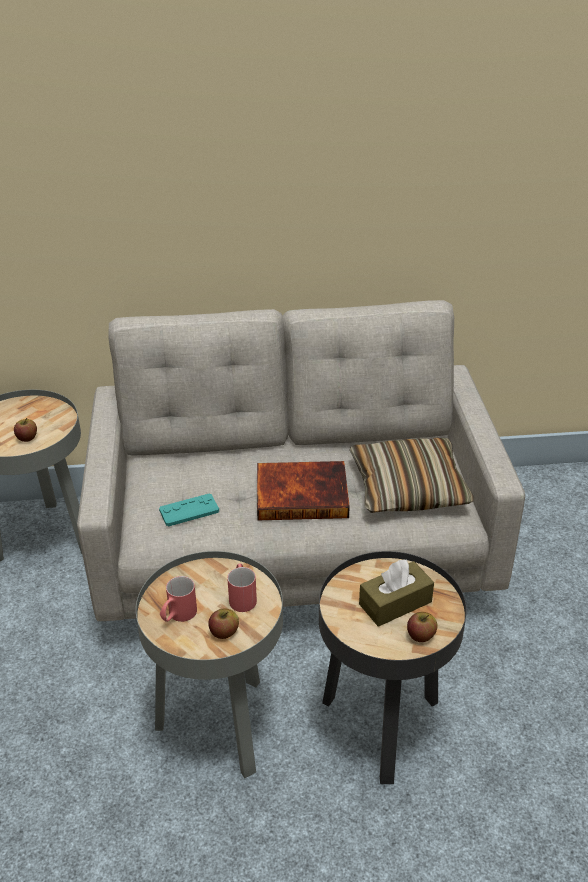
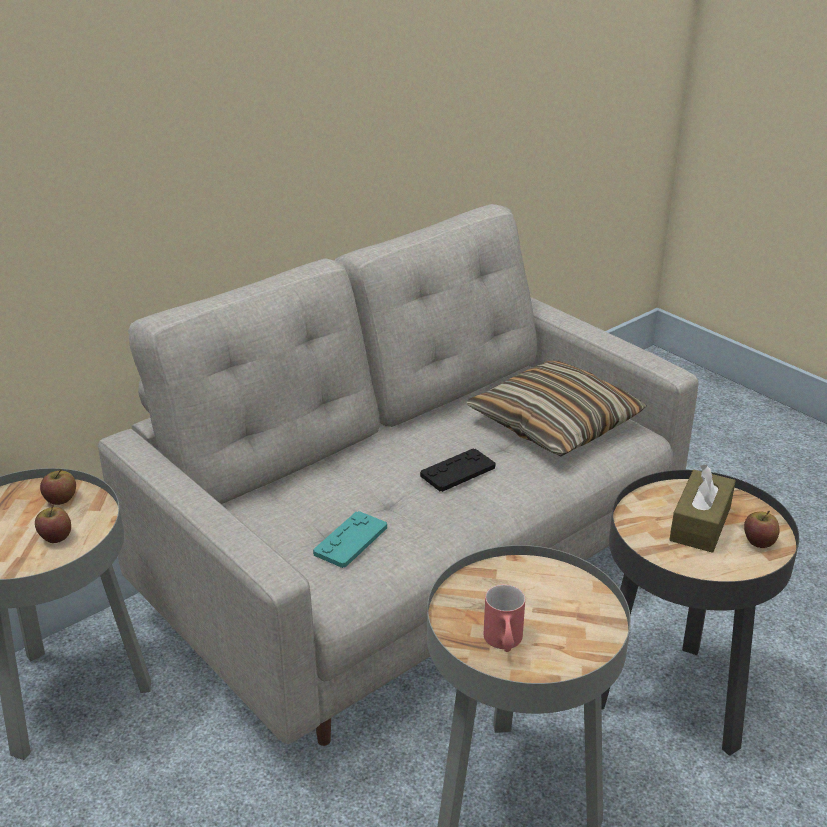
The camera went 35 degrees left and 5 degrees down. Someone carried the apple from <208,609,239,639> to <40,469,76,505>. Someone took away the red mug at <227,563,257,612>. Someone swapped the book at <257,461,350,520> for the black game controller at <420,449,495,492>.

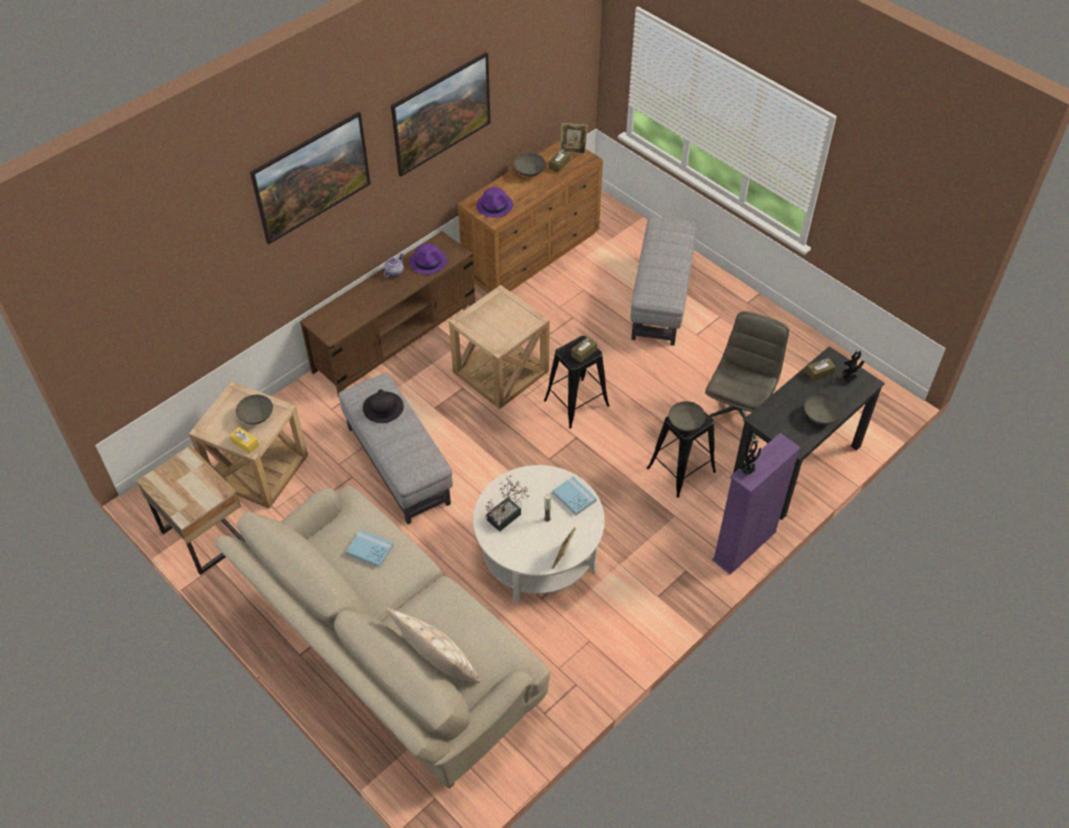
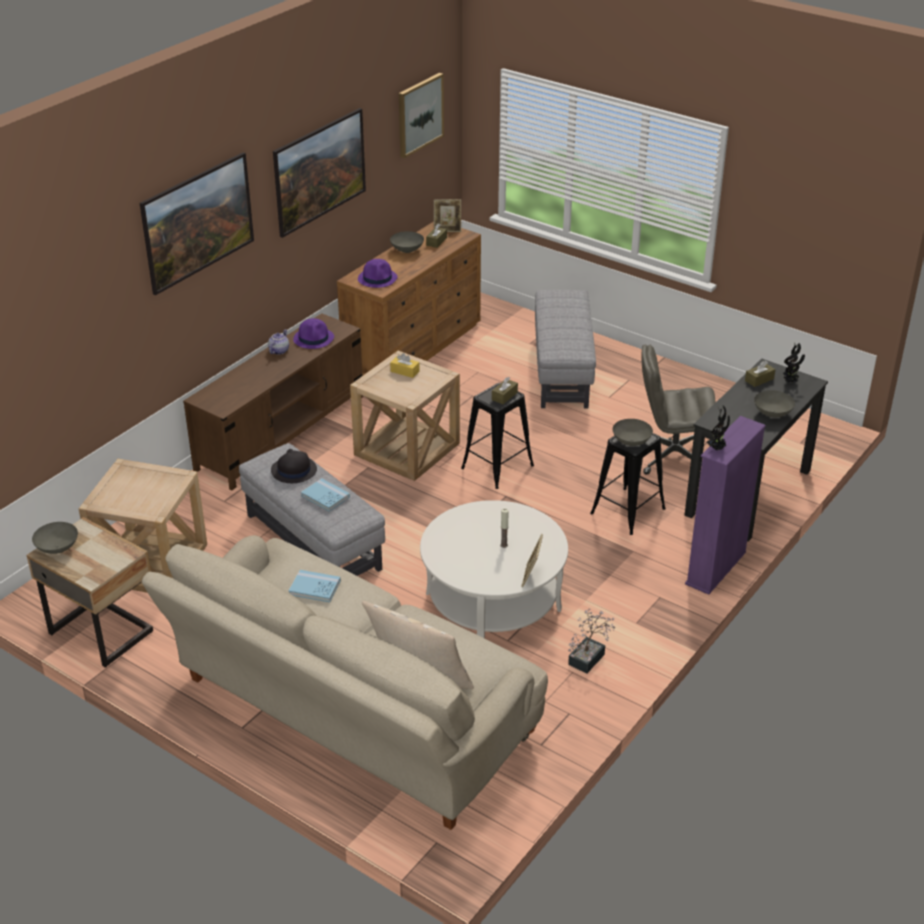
The camera went 10 degrees left and 15 degrees down. Someone carried the yellow tissue box from <229,427,259,454> to <390,353,420,378>. Someone carried the grey bowl from <236,395,273,425> to <32,522,78,554>. Someone carried the potted plant from <484,475,529,532> to <568,608,616,674>. Someone carried the blue book from <552,476,597,515> to <301,478,350,512>. Someone rotated the grey office chair at <705,311,789,444> by 105 degrees counterclockwise. Someone put up the picture at <399,73,444,158>.

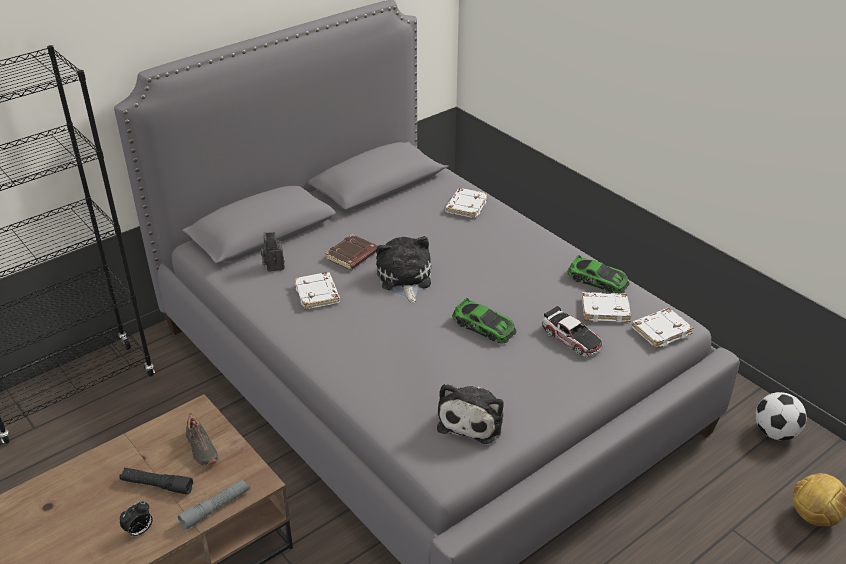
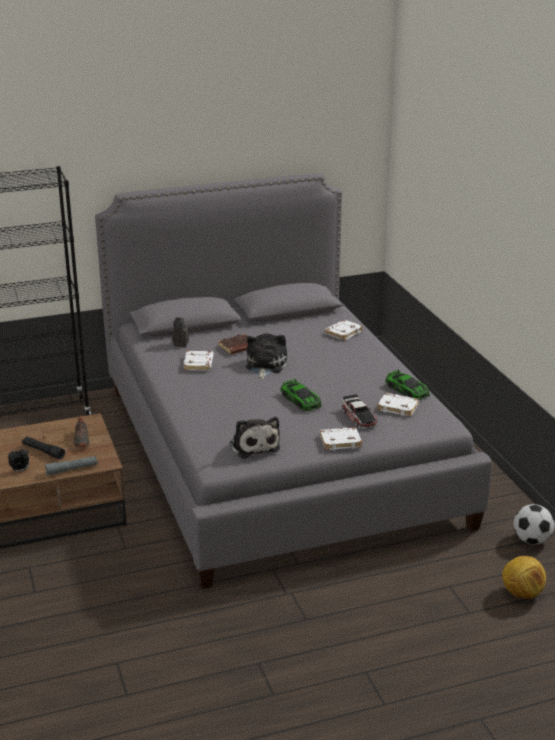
The camera went 20 degrees right and 10 degrees down. Someone rotated the plush toy at <437,384,504,444> by 60 degrees counterclockwise. Someone carried the white book from <632,308,693,348> to <320,427,362,450>.

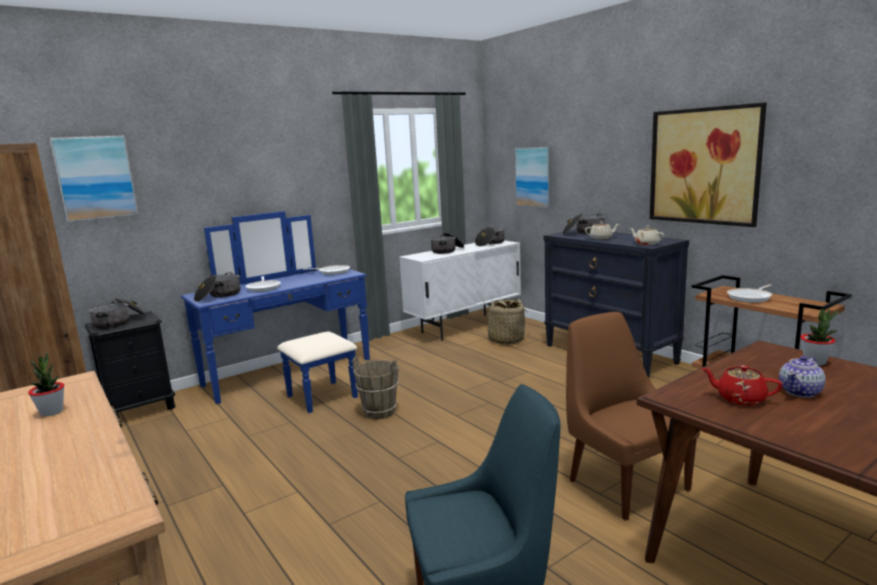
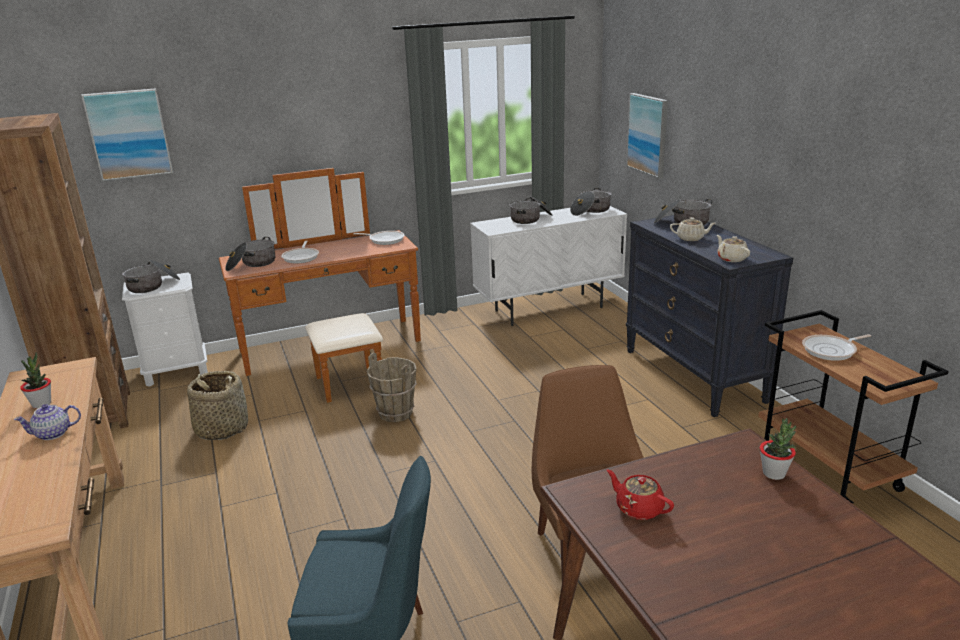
The camera went 15 degrees right and 10 degrees up. Someone repainted the black nightstand at <85,311,175,418>, which became the white nightstand at <122,272,208,387>. Someone repainted the blue dresser at <181,211,370,413>, which became the brown dresser at <219,168,421,403>. Someone carried the basket from <480,299,529,344> to <187,371,248,440>. Someone took away the picture at <650,103,767,227>. Someone carried the teapot from <779,356,825,398> to <14,404,81,440>.

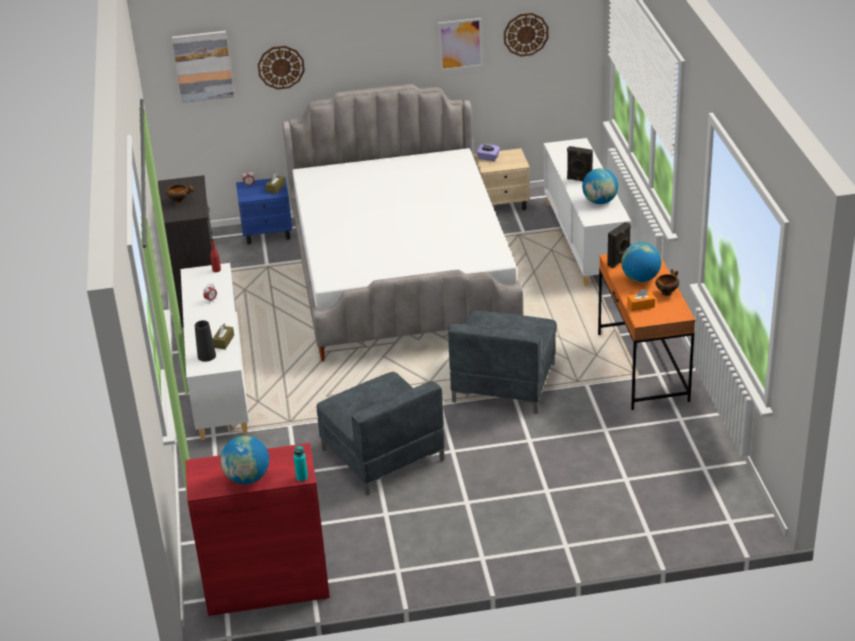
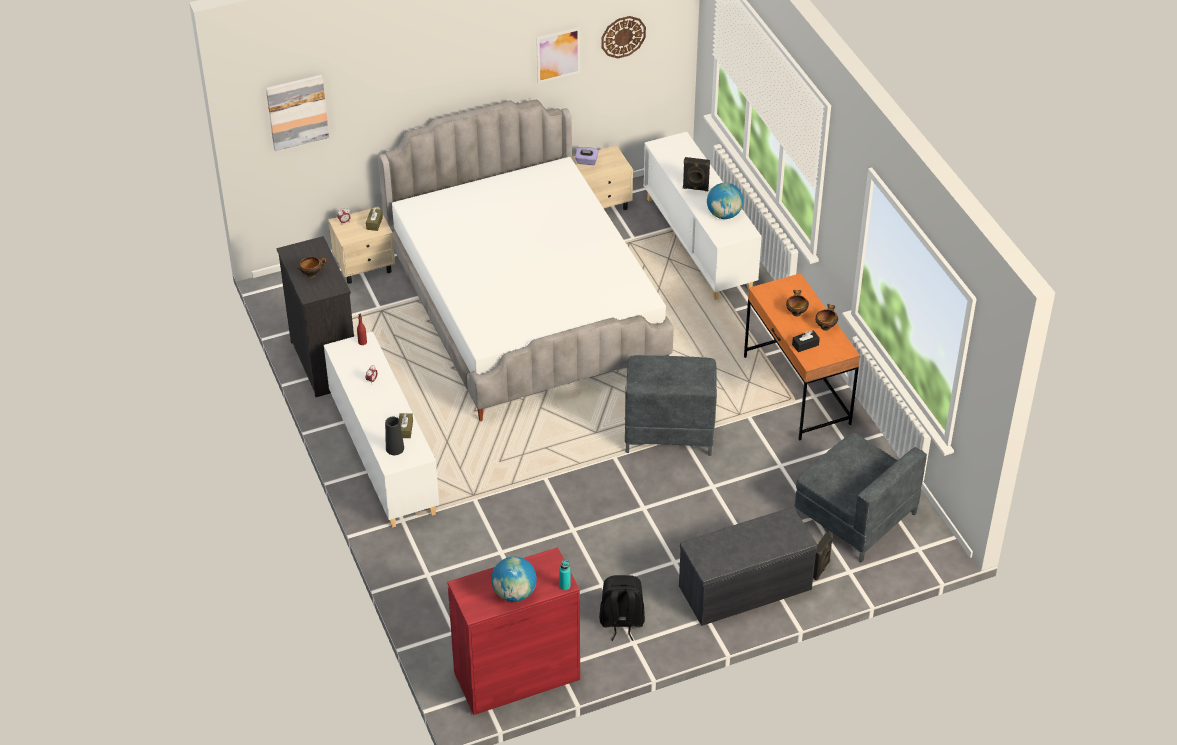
The camera went 15 degrees left and 10 degrees up. Someone repainted the blue nightstand at <236,177,292,245>, which became the beige nightstand at <328,207,395,284>. Someone took away the wall clock at <258,46,305,90>. Someone carried the grey armchair from <317,372,445,495> to <794,433,927,563>. Someone carried the black speaker from <607,222,631,268> to <813,532,833,580>. Someone swapped the globe at <621,242,661,282> for the bowl at <786,290,809,317>. Someone repainted the orange tissue box at <627,289,655,311>, which became the black tissue box at <792,330,820,352>. Someone put down the black backpack at <599,575,645,641>. Someone put down the grey bench at <679,507,817,626>.

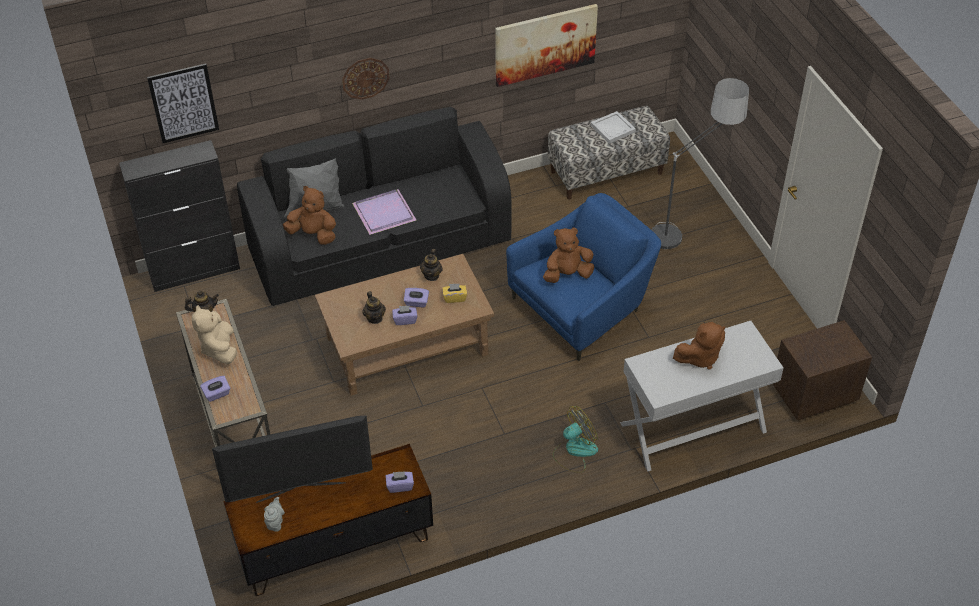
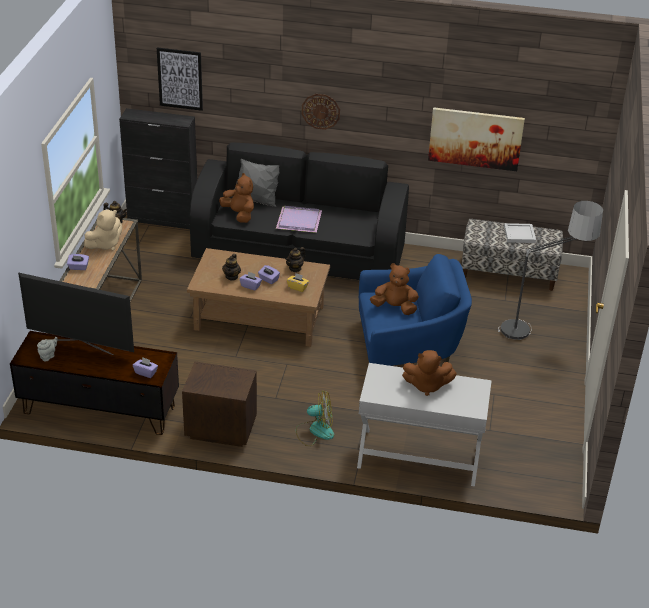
The camera went 30 degrees right and 10 degrees down. Someone rotated the beige plush toy at <192,305,237,364> by 150 degrees counterclockwise. Someone carried the brown nightstand from <773,320,872,420> to <182,362,257,447>.

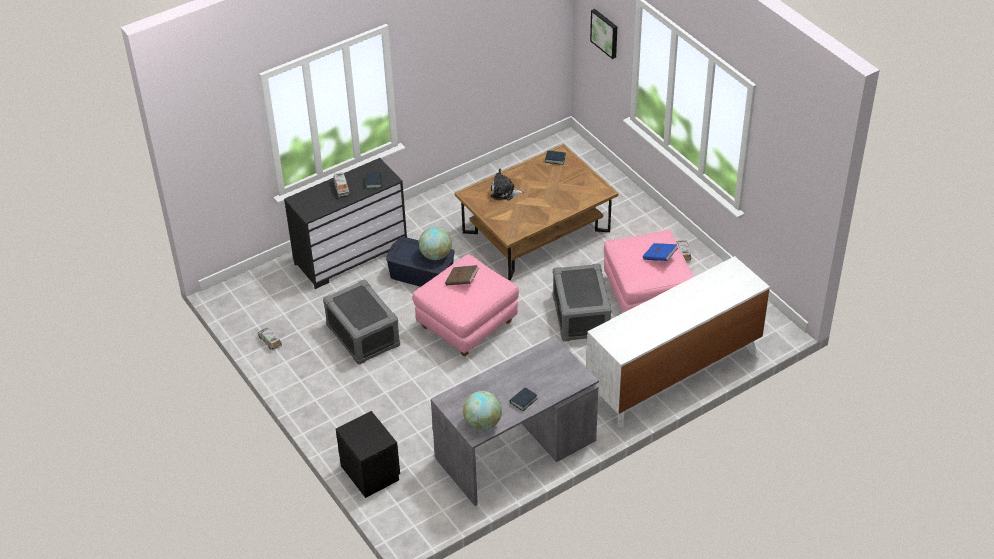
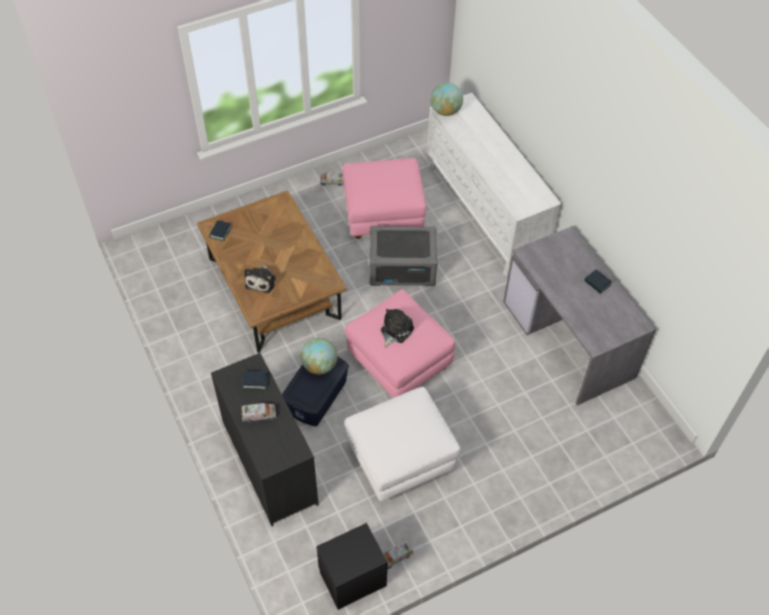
The camera went 85 degrees left and 10 degrees up. Someone swapped the grey storage box at <323,280,400,365> for the white ottoman at <345,387,461,502>. Someone carried the black nightstand from <336,411,400,498> to <316,523,388,610>. Someone swapped the brown book at <445,265,479,285> for the plush toy at <381,309,414,348>. Someone carried the globe from <463,391,502,430> to <430,82,463,116>. Someone took away the picture at <590,9,617,59>. Someone took away the blue book at <643,243,678,261>.

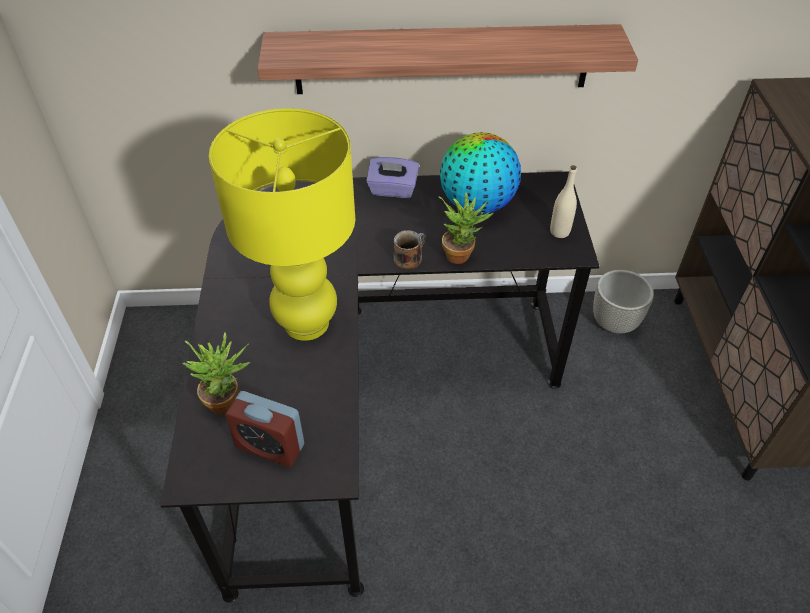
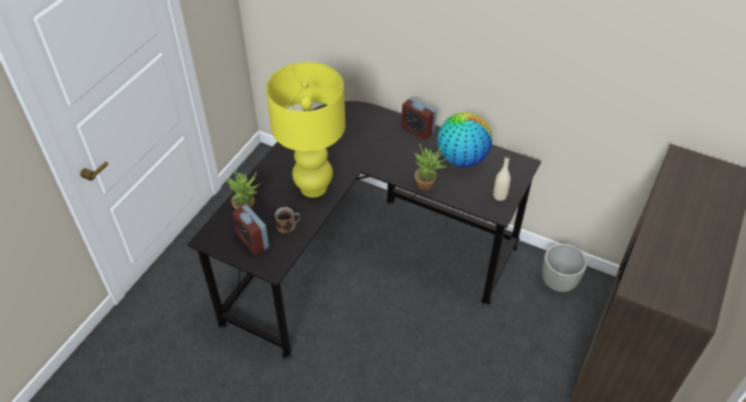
The camera went 30 degrees right and 0 degrees up. Someone took away the shelf at <257,24,638,94>. Someone swapped the purple tissue box at <366,157,419,198> for the alarm clock at <402,97,437,139>. Someone carried the mug from <394,230,426,269> to <275,207,301,234>.

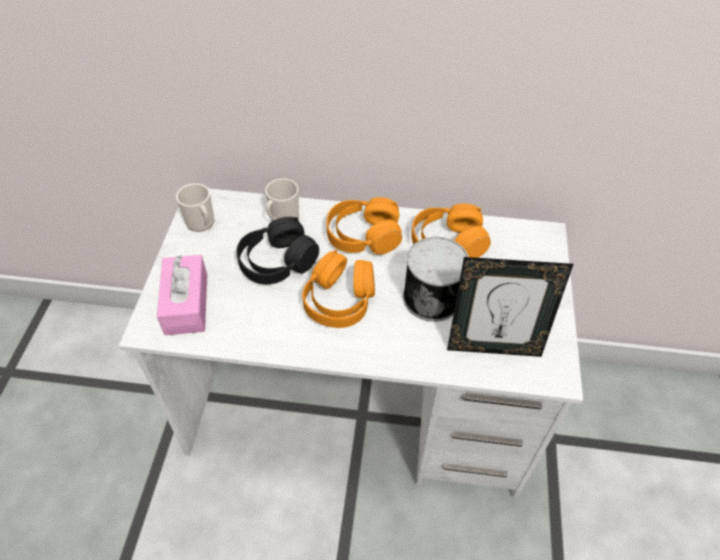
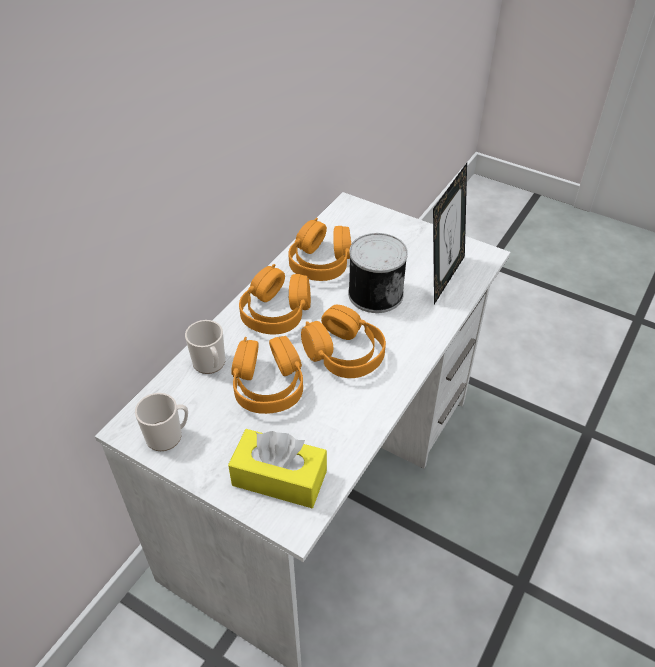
The camera went 65 degrees left and 5 degrees down. Someone repainted the pink tissue box at <157,255,207,335>, which became the yellow tissue box at <228,429,327,508>. Someone repainted the black headphones at <236,217,319,284>, which became the orange headphones at <231,336,303,414>.

